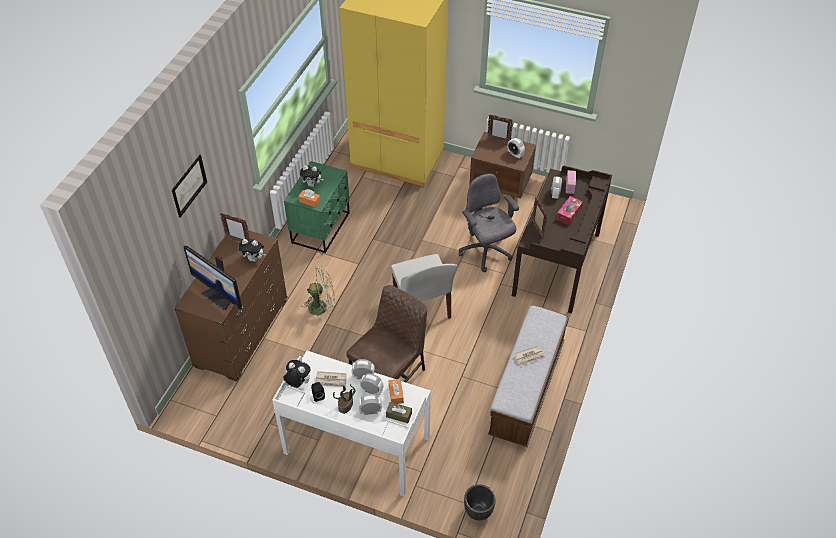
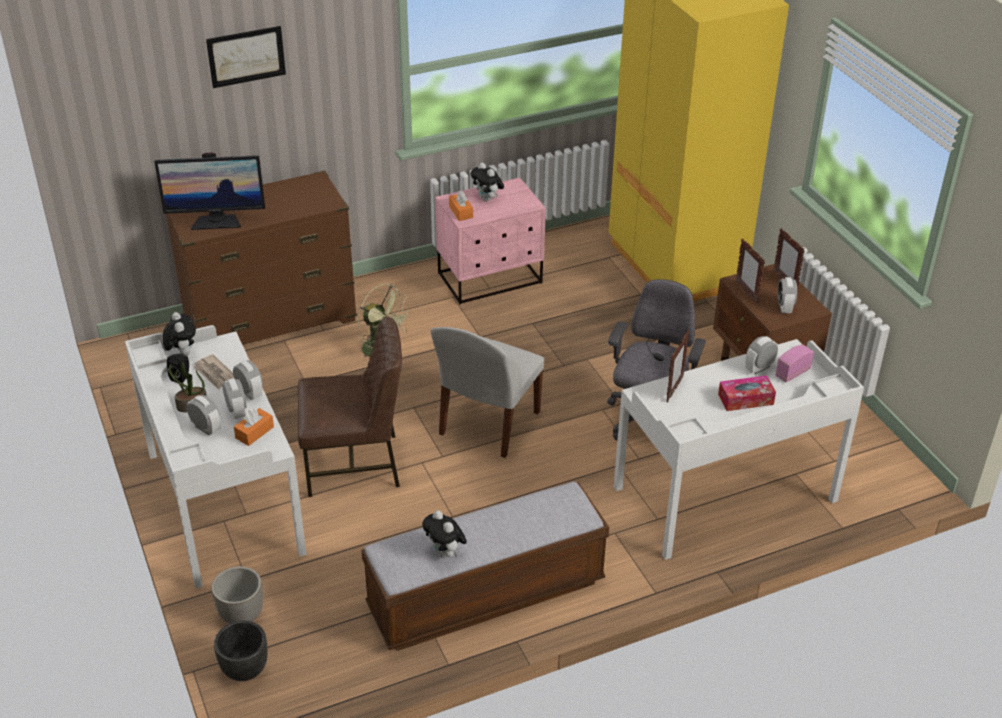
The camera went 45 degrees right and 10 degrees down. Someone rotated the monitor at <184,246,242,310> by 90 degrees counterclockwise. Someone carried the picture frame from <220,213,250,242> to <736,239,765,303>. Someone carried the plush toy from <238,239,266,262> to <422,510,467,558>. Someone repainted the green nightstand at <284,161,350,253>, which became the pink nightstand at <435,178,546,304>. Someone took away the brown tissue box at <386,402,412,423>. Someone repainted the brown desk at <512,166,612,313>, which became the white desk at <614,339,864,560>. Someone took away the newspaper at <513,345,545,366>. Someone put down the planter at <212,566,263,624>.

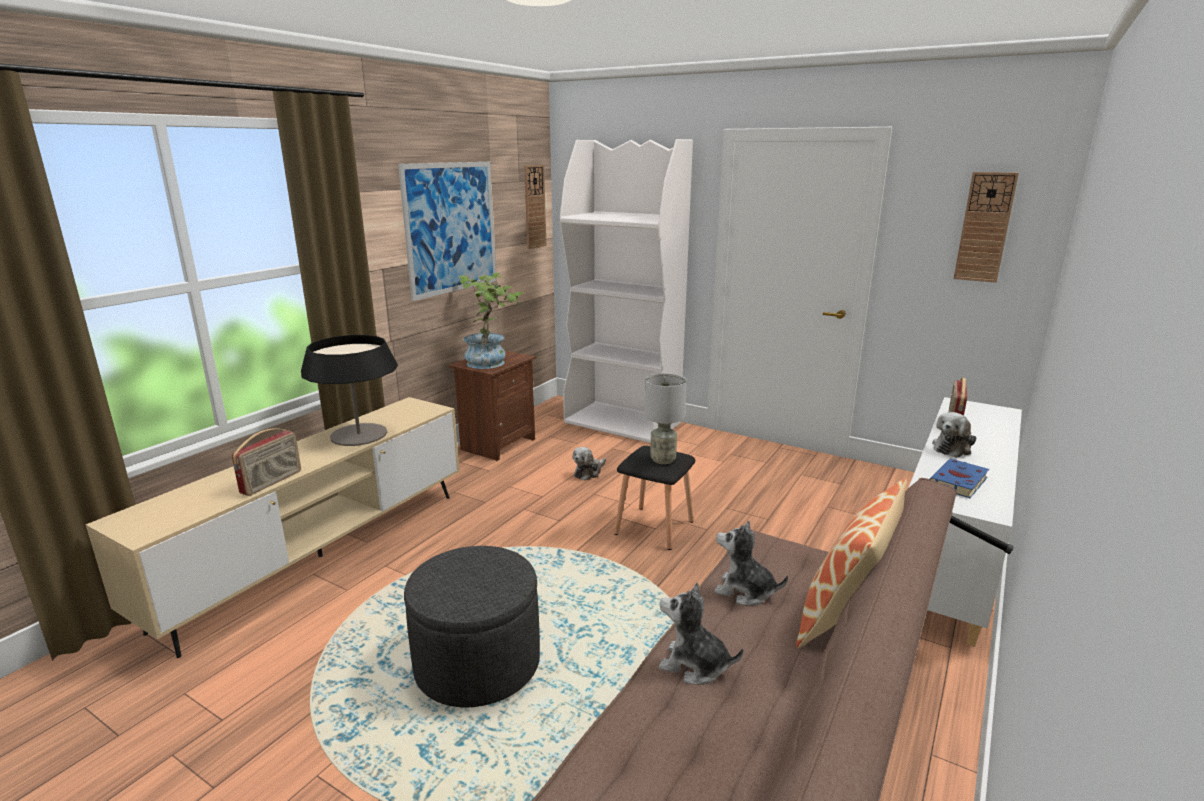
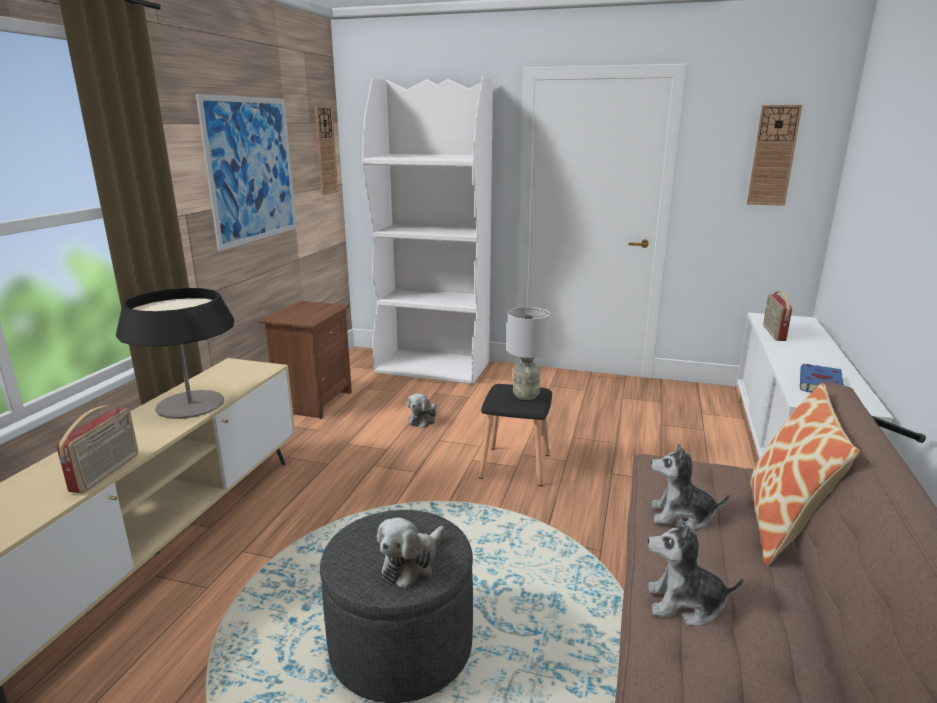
The camera went 15 degrees left and 0 degrees up. Someone took away the potted plant at <458,272,525,369>. Someone carried the plush toy from <932,412,976,458> to <377,518,444,589>.

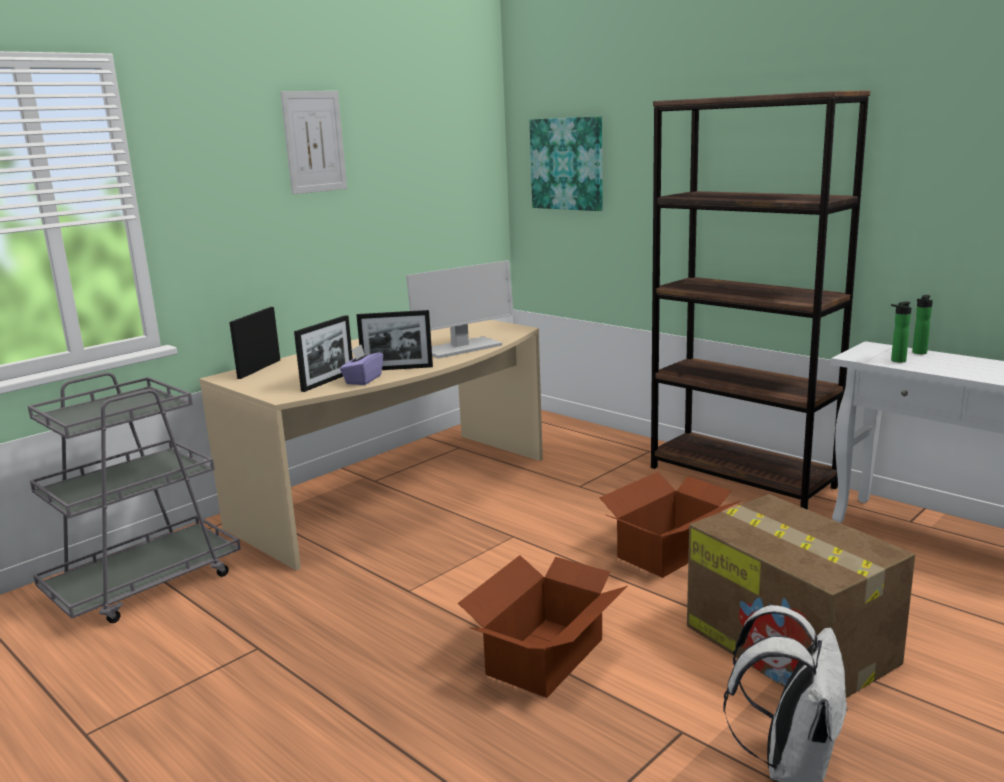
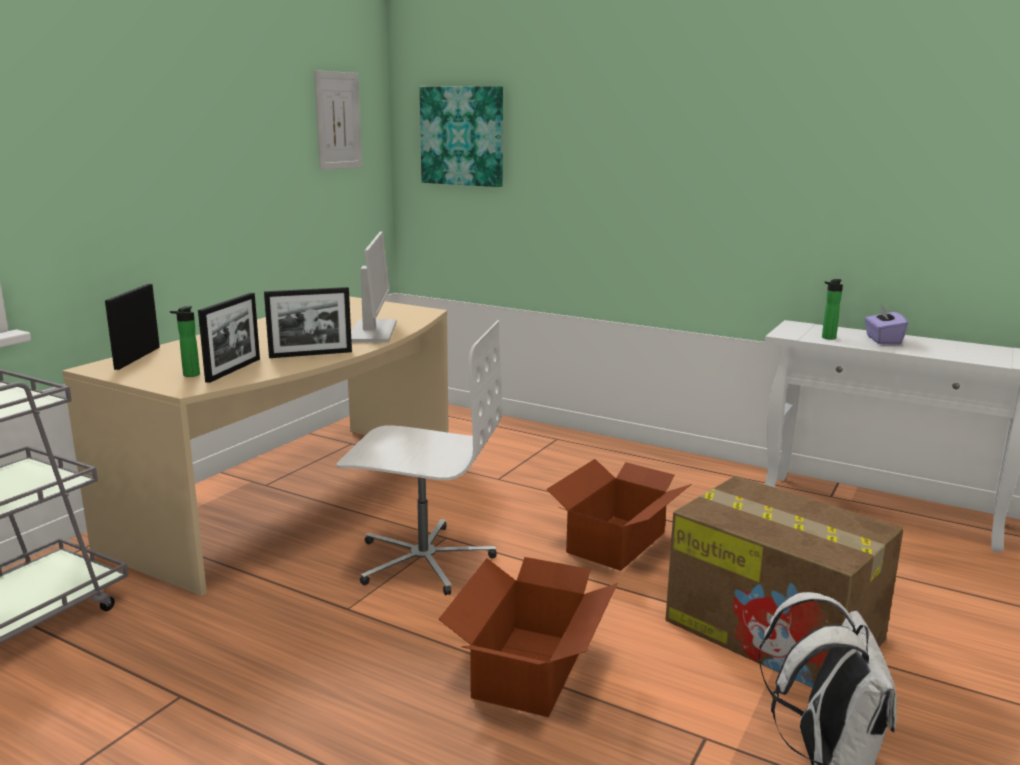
The camera went 15 degrees left and 0 degrees up. Someone carried the picture from <280,91,347,195> to <314,70,362,170>. Someone carried the purple tissue box from <340,345,383,385> to <865,303,908,345>. Someone rotated the monitor at <406,260,514,359> by 45 degrees counterclockwise. Someone took away the brown bookcase at <651,90,870,510>. Someone carried the bottle from <912,295,933,354> to <170,306,200,377>. Someone put down the white office chair at <336,320,503,595>.

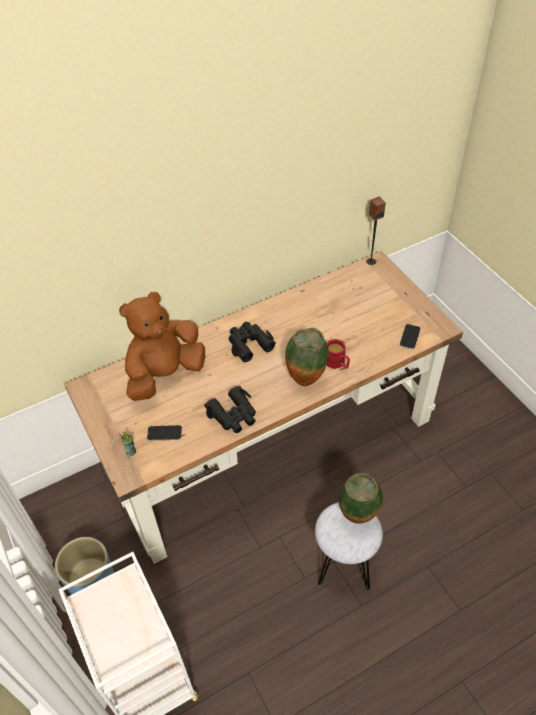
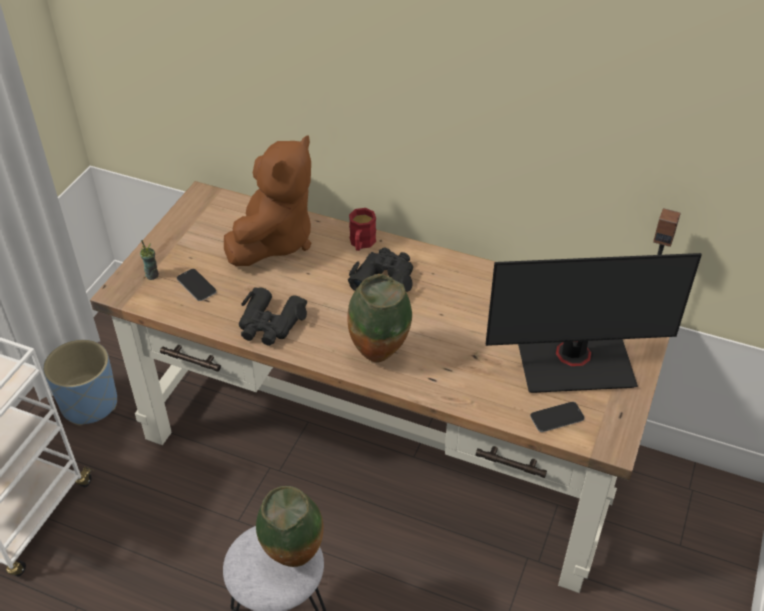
The camera went 50 degrees right and 5 degrees down. Someone rotated the brown plush toy at <119,292,205,401> by 105 degrees clockwise. Someone carried the red mug from <327,339,350,369> to <349,208,376,251>. Someone put down the monitor at <486,253,702,393>.

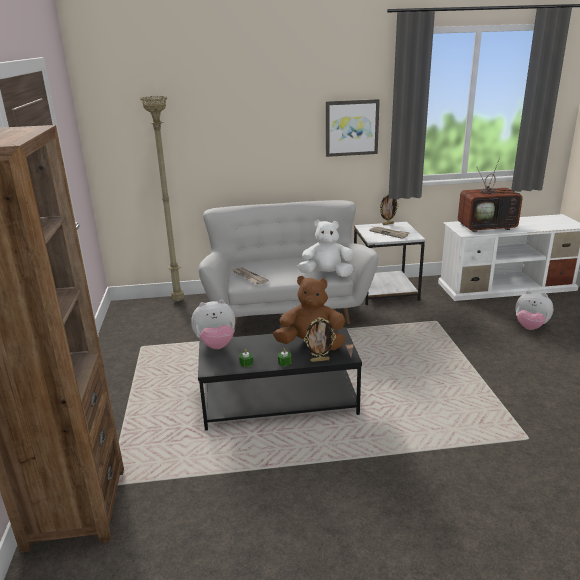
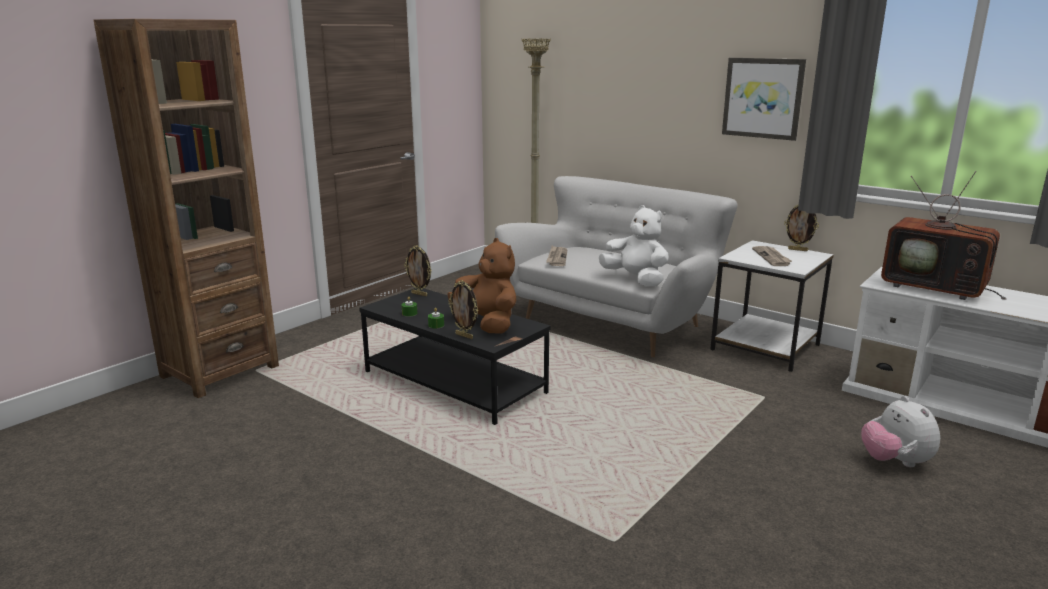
The camera went 45 degrees right and 5 degrees down. Someone swapped the plush toy at <191,300,235,349> for the picture frame at <404,245,432,296>.

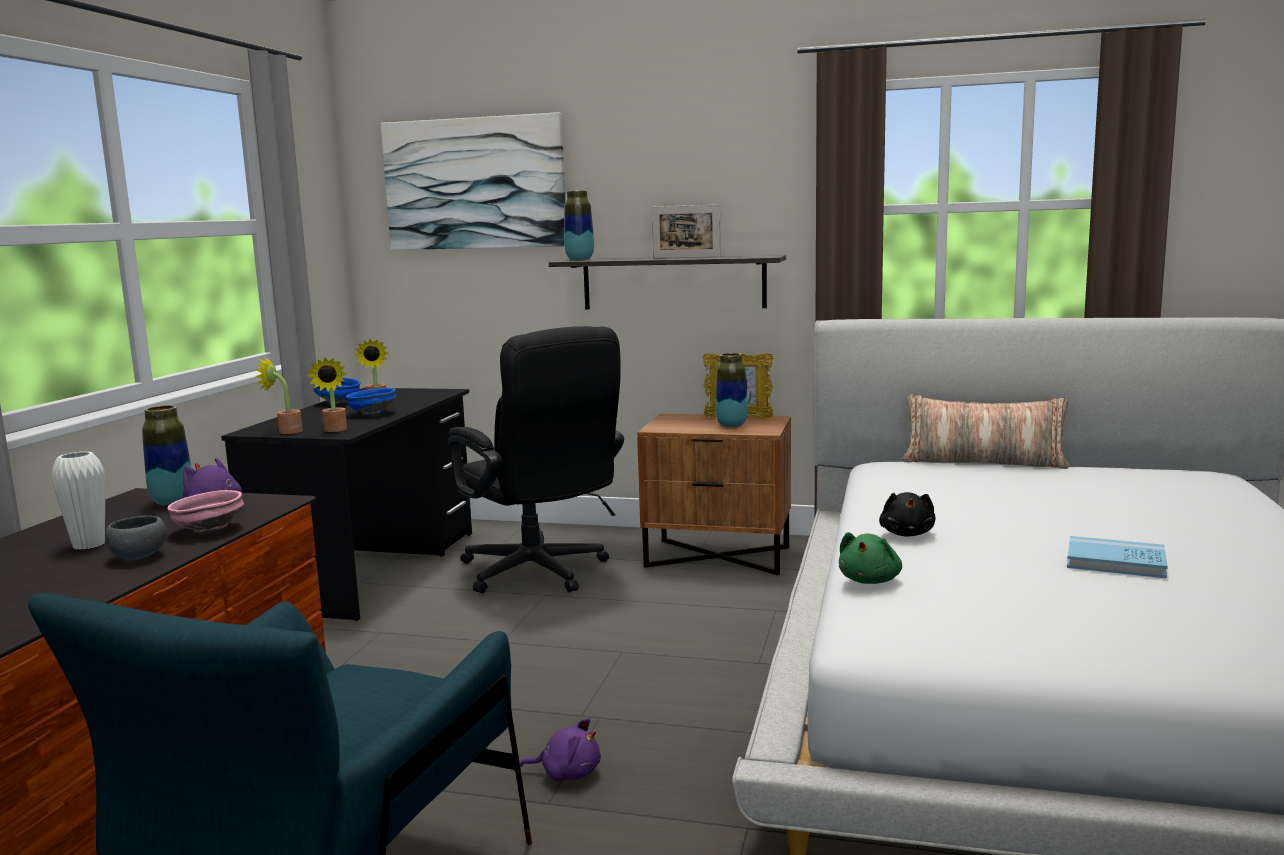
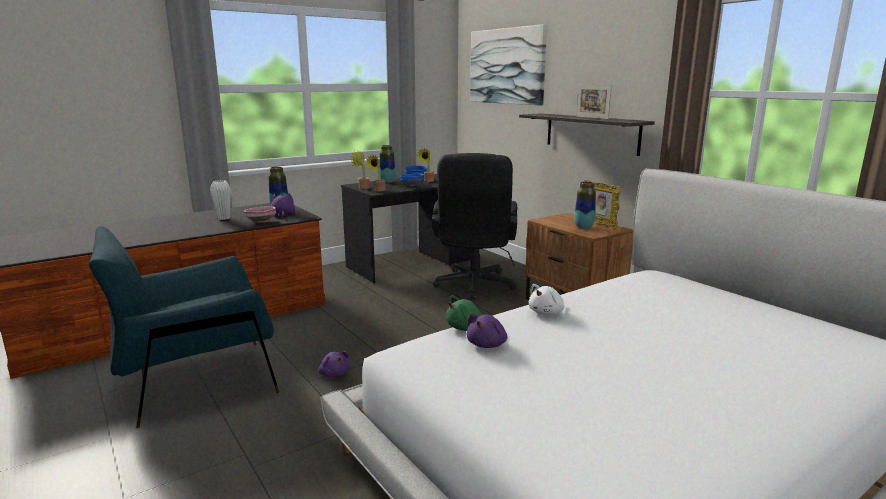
The camera went 40 degrees right and 5 degrees up. Someone took away the grey bowl at <105,516,166,560>. Someone carried the vase from <564,190,594,260> to <379,145,395,183>. Someone repainted the black plush toy at <879,492,936,537>, which became the white plush toy at <529,284,564,315>. Someone took away the pillow at <902,394,1069,469>. Someone took away the blue book at <1067,536,1168,578>. Someone put down the purple plush toy at <466,314,507,348>.

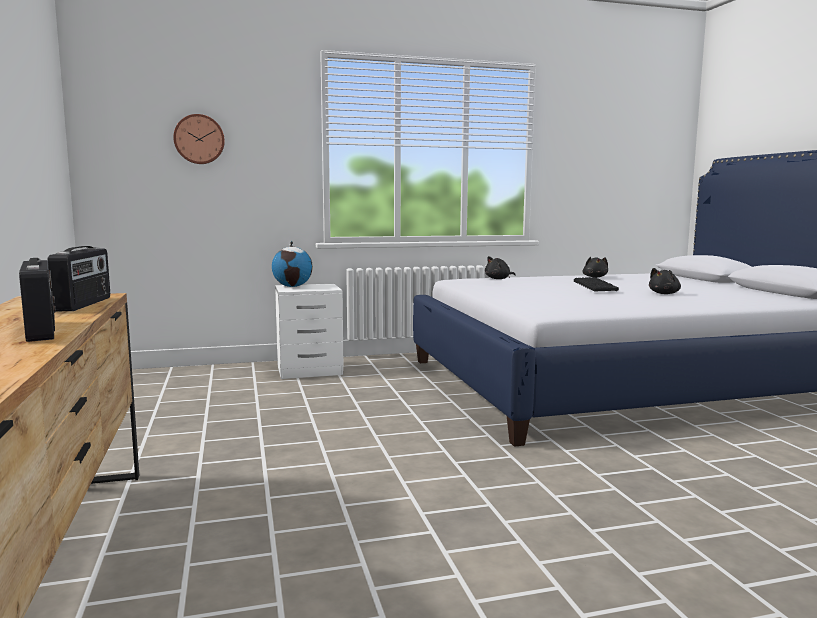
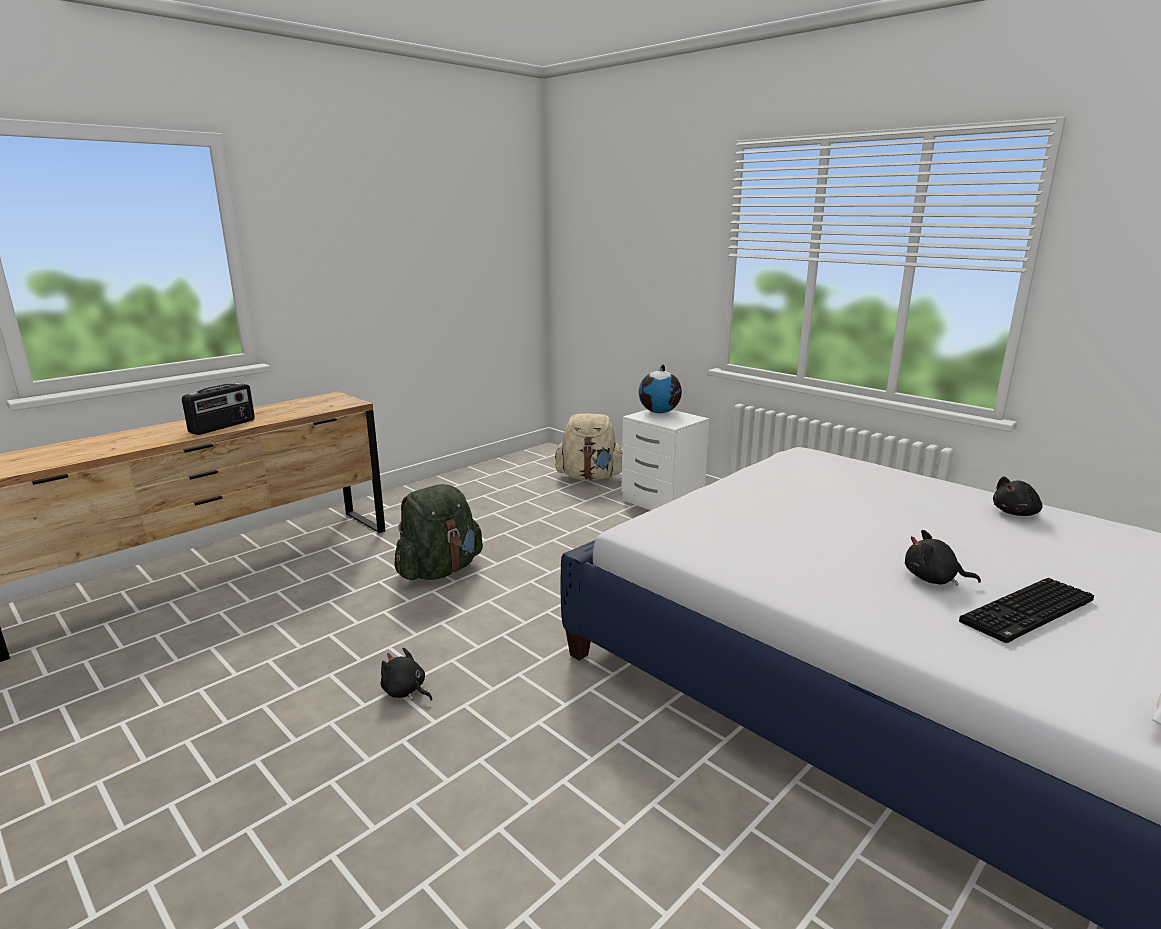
The camera went 60 degrees right and 10 degrees up. Someone took away the radio at <47,246,110,311>. Someone took away the wall clock at <173,114,225,164>. Someone carried the black plush toy from <485,256,516,279> to <380,647,432,701>. Someone carried the keyboard from <574,277,619,292> to <959,578,1094,643>. Someone put down the green backpack at <394,484,483,580>. Someone put down the beige backpack at <555,413,622,481>.

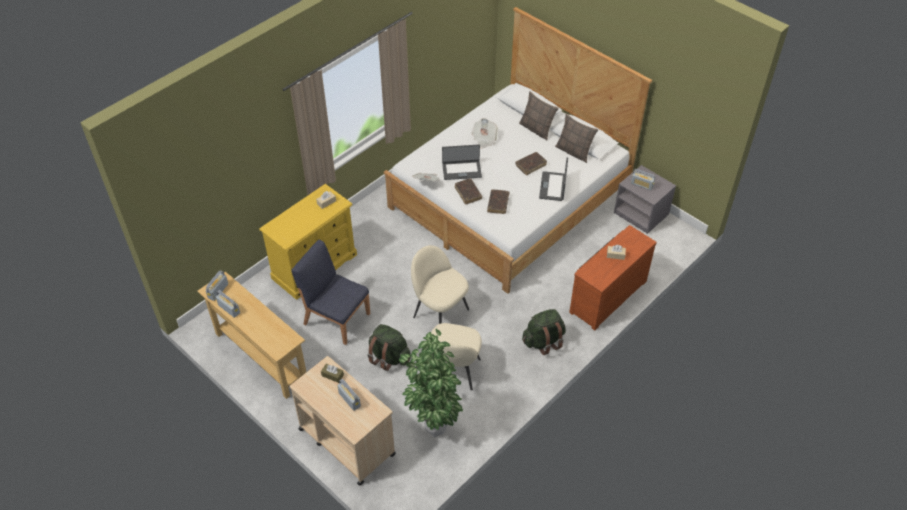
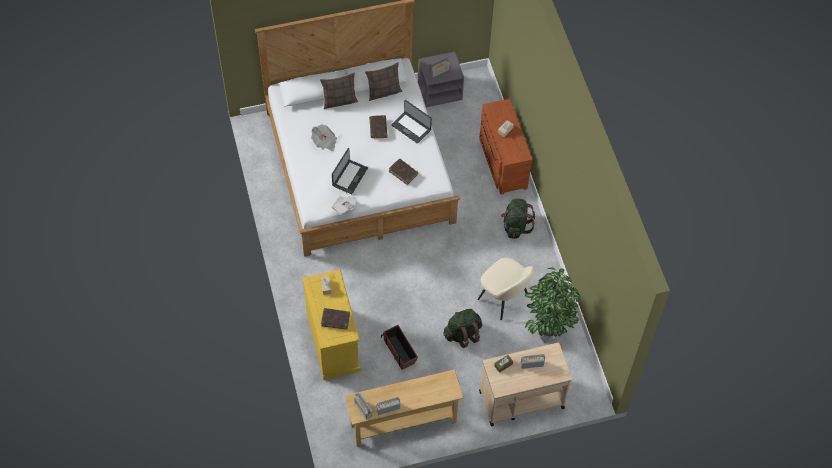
The camera went 60 degrees left and 10 degrees up. Someone swapped the blue chair at <291,240,370,345> for the planter at <381,325,418,370>. Someone took away the beige chair at <411,245,469,324>. Someone carried the brown book from <455,178,482,205> to <321,308,350,330>.

